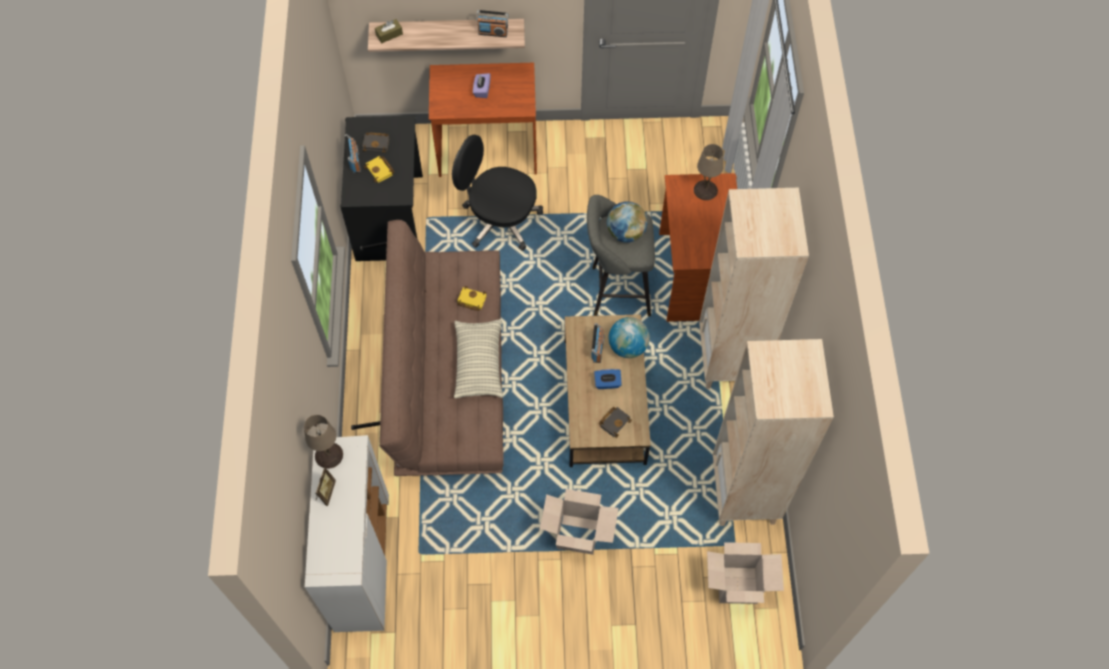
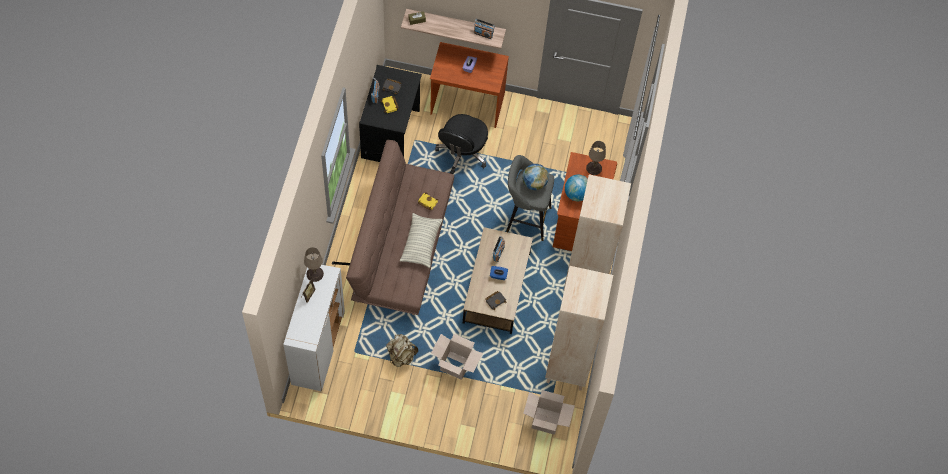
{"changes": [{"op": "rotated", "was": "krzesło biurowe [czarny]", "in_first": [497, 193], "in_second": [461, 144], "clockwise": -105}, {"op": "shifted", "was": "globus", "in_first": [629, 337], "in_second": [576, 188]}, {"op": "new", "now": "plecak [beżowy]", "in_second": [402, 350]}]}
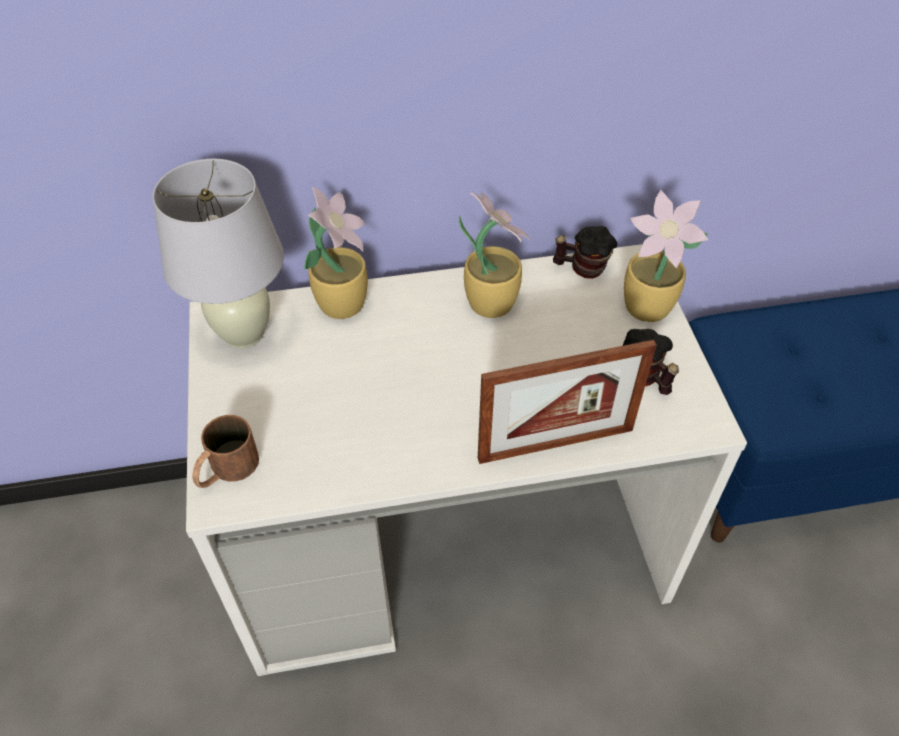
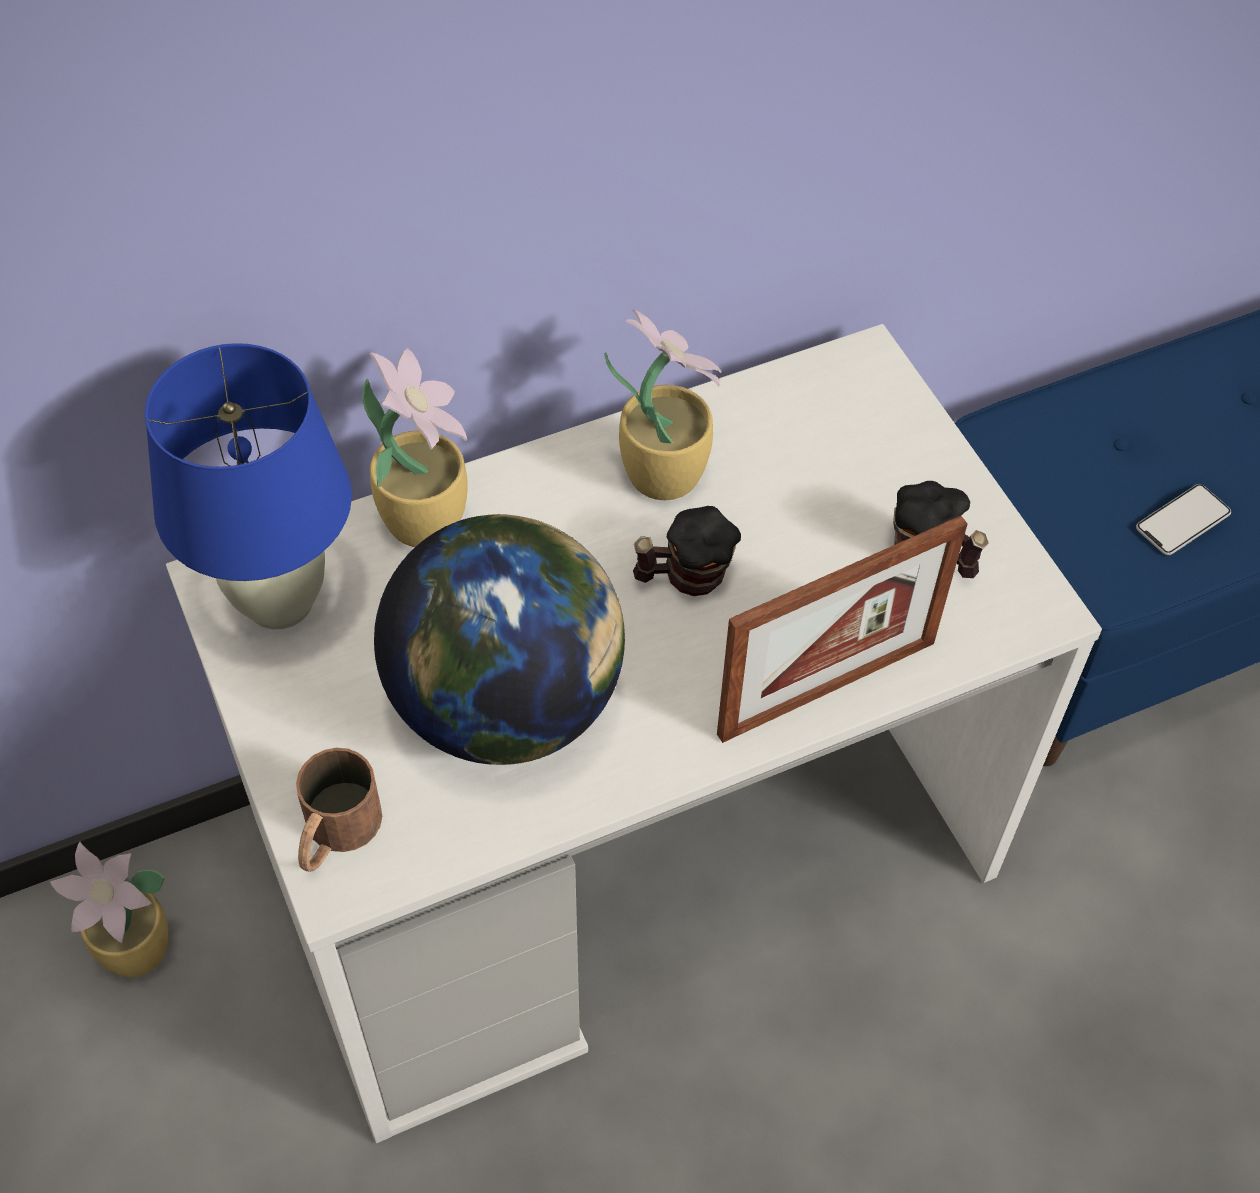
{"changes": [{"op": "repainted", "was": "lampa stołowa [biały]", "now": "lampa stołowa [niebieski]", "in_first": [218, 253], "in_second": [248, 486]}, {"op": "shifted", "was": "kubek", "in_first": [585, 252], "in_second": [687, 551]}, {"op": "shifted", "was": "roślina doniczkowa", "in_first": [666, 256], "in_second": [109, 909]}, {"op": "new", "now": "globus", "in_second": [499, 639]}, {"op": "new", "now": "telefon", "in_second": [1183, 519]}]}
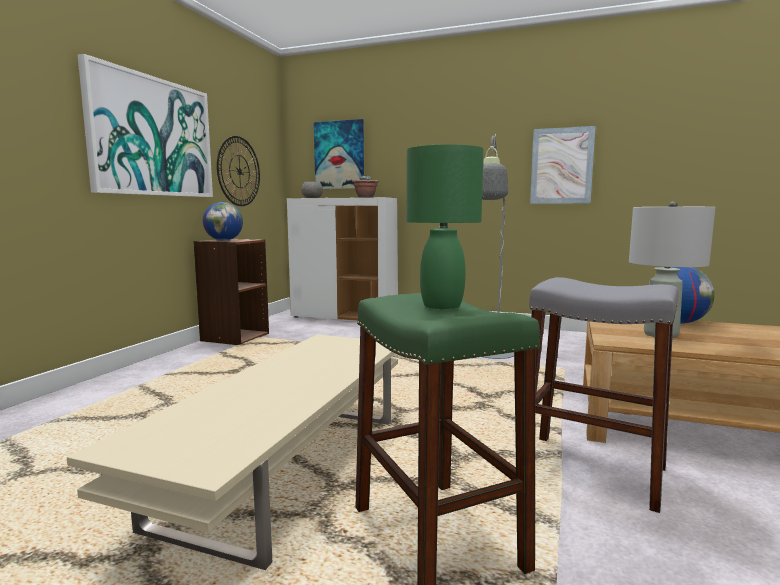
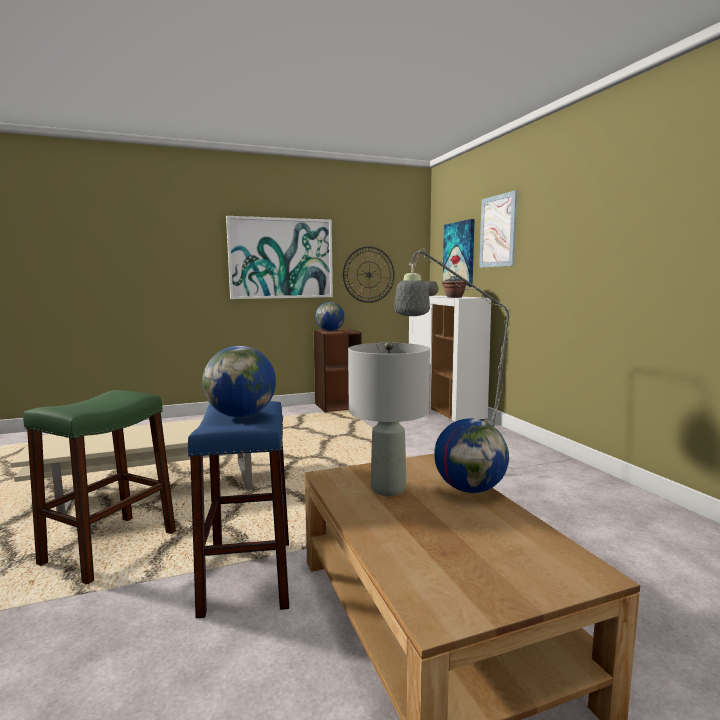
{"changes": [{"op": "gone", "was": "lampa stołowa [zielony]", "in_first": [445, 226]}, {"op": "repainted", "was": "stołek [szary]", "now": "stołek [niebieski]", "in_first": [603, 395], "in_second": [238, 509]}, {"op": "shifted", "was": "obraz", "in_first": [563, 165], "in_second": [498, 229]}, {"op": "new", "now": "globus", "in_second": [239, 381]}]}
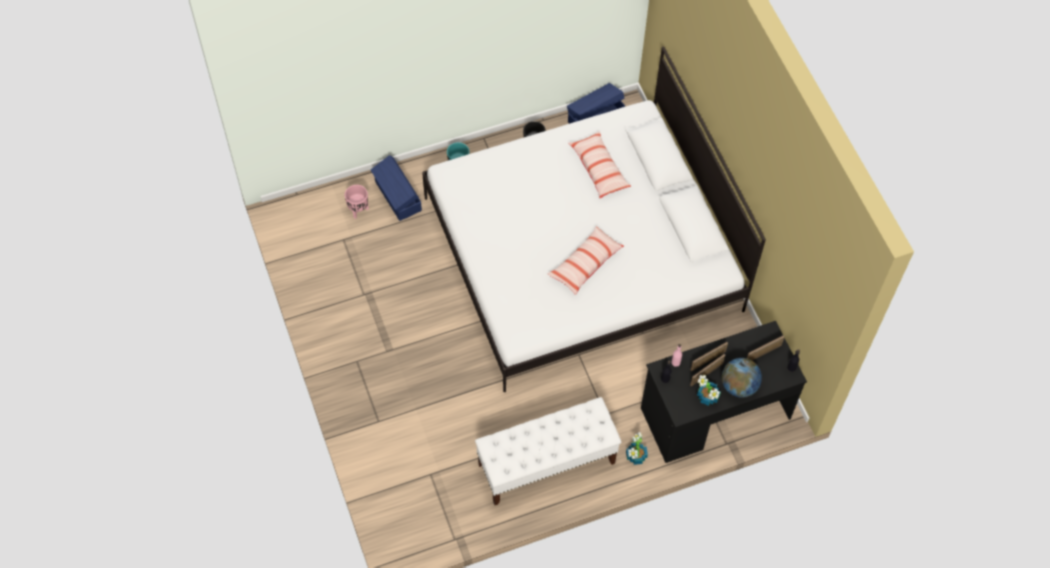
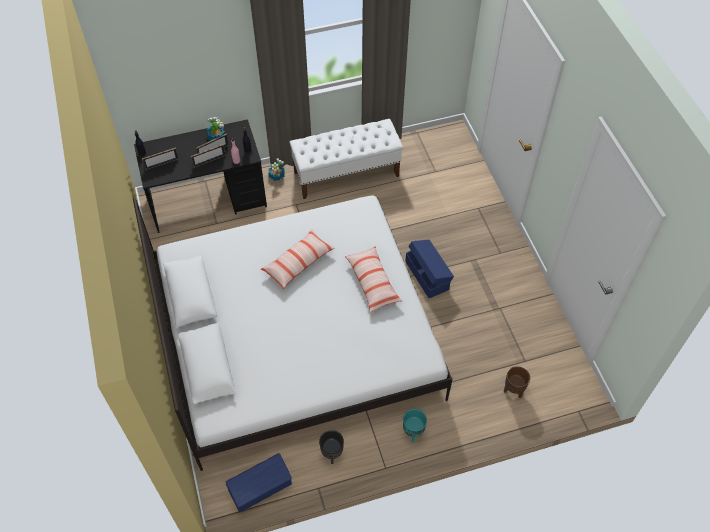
{"changes": [{"op": "repainted", "was": "donica [różowy]", "now": "donica [brązowy]", "in_first": [357, 202], "in_second": [517, 382]}, {"op": "shifted", "was": "pojemnik do przechowywania [niebieski]", "in_first": [396, 188], "in_second": [429, 269]}, {"op": "shifted", "was": "poduszka", "in_first": [599, 164], "in_second": [374, 279]}, {"op": "gone", "was": "globus", "in_first": [742, 378]}]}
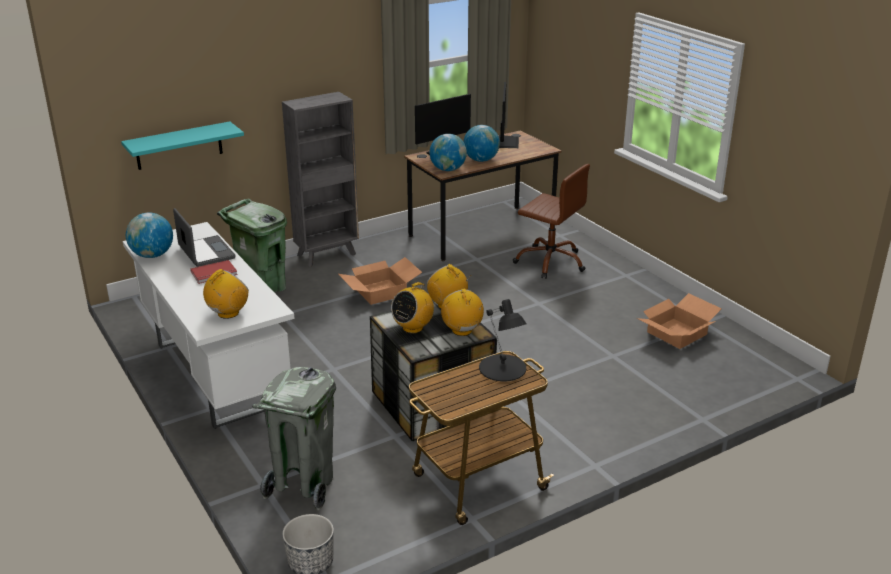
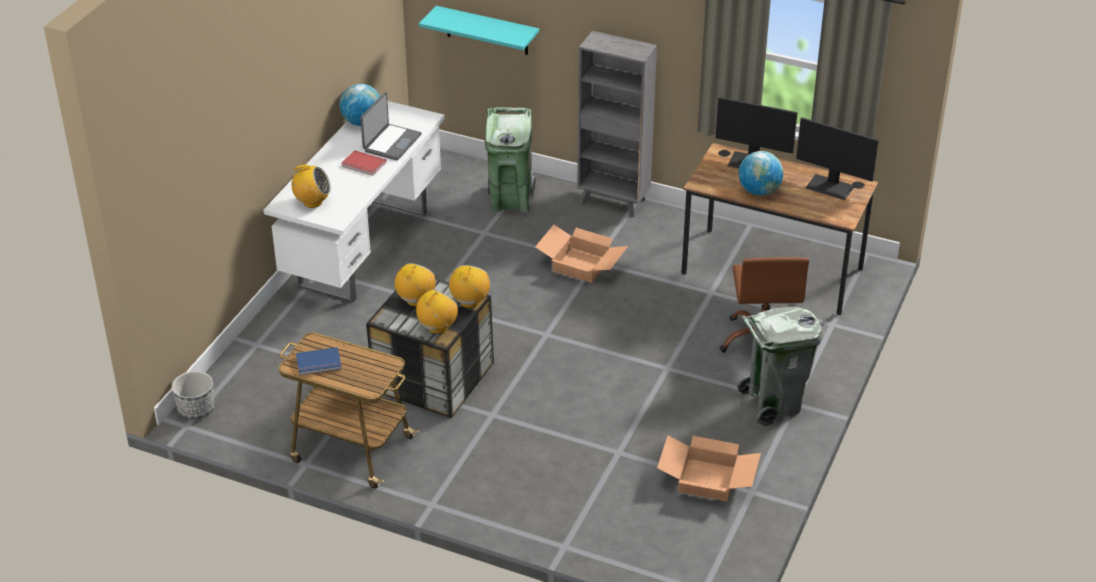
{"changes": [{"op": "shifted", "was": "kosz na śmieci [szary]", "in_first": [294, 438], "in_second": [779, 367]}, {"op": "rotated", "was": "radio", "in_first": [412, 307], "in_second": [415, 284], "clockwise": 105}, {"op": "gone", "was": "globus", "in_first": [448, 152]}, {"op": "gone", "was": "lampa stołowa [czarny]", "in_first": [503, 340]}, {"op": "rotated", "was": "monitor", "in_first": [509, 115], "in_second": [837, 158], "clockwise": 60}, {"op": "new", "now": "książka [niebieski]", "in_second": [319, 361]}]}
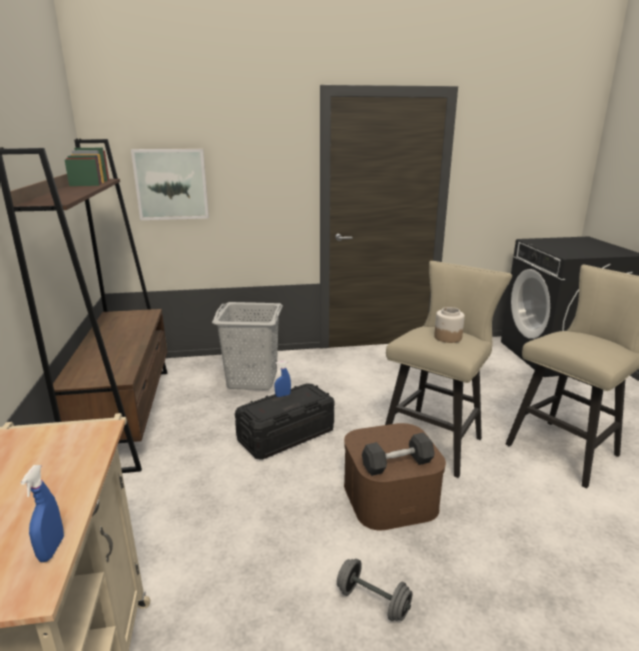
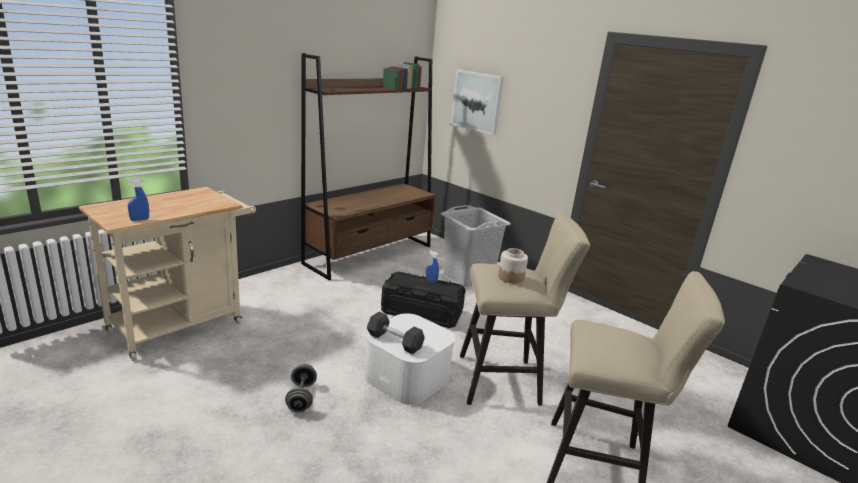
{"changes": [{"op": "repainted", "was": "pojemnik do przechowywania [brązowy]", "now": "pojemnik do przechowywania [biały]", "in_first": [395, 476], "in_second": [410, 359]}]}
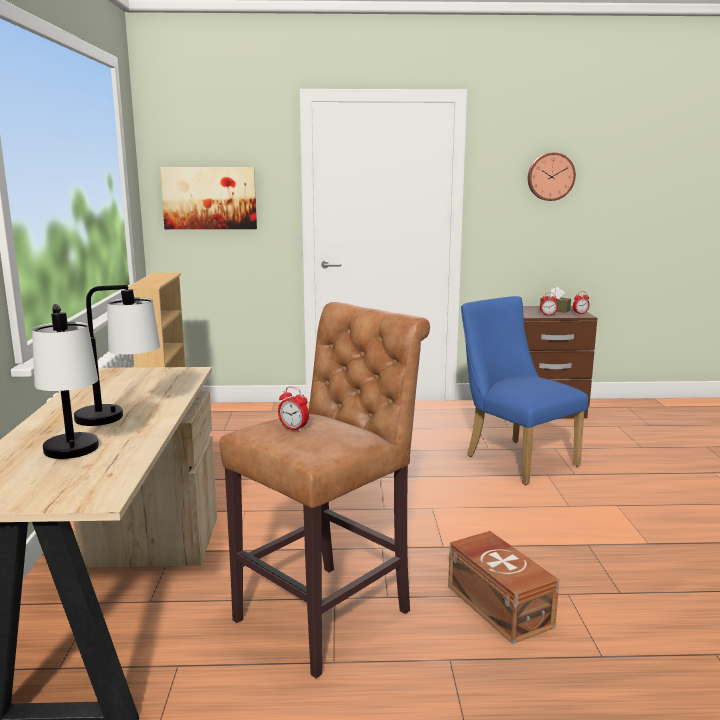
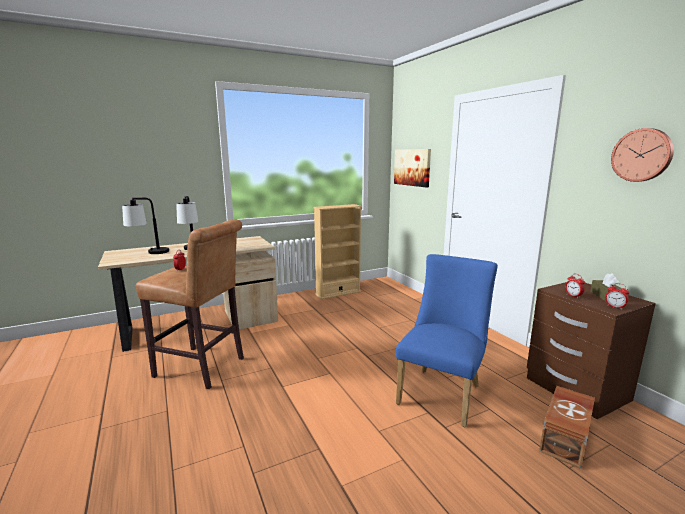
{"changes": [{"op": "shifted", "was": "pojemnik do przechowywania [brązowy]", "in_first": [503, 587], "in_second": [567, 427]}]}
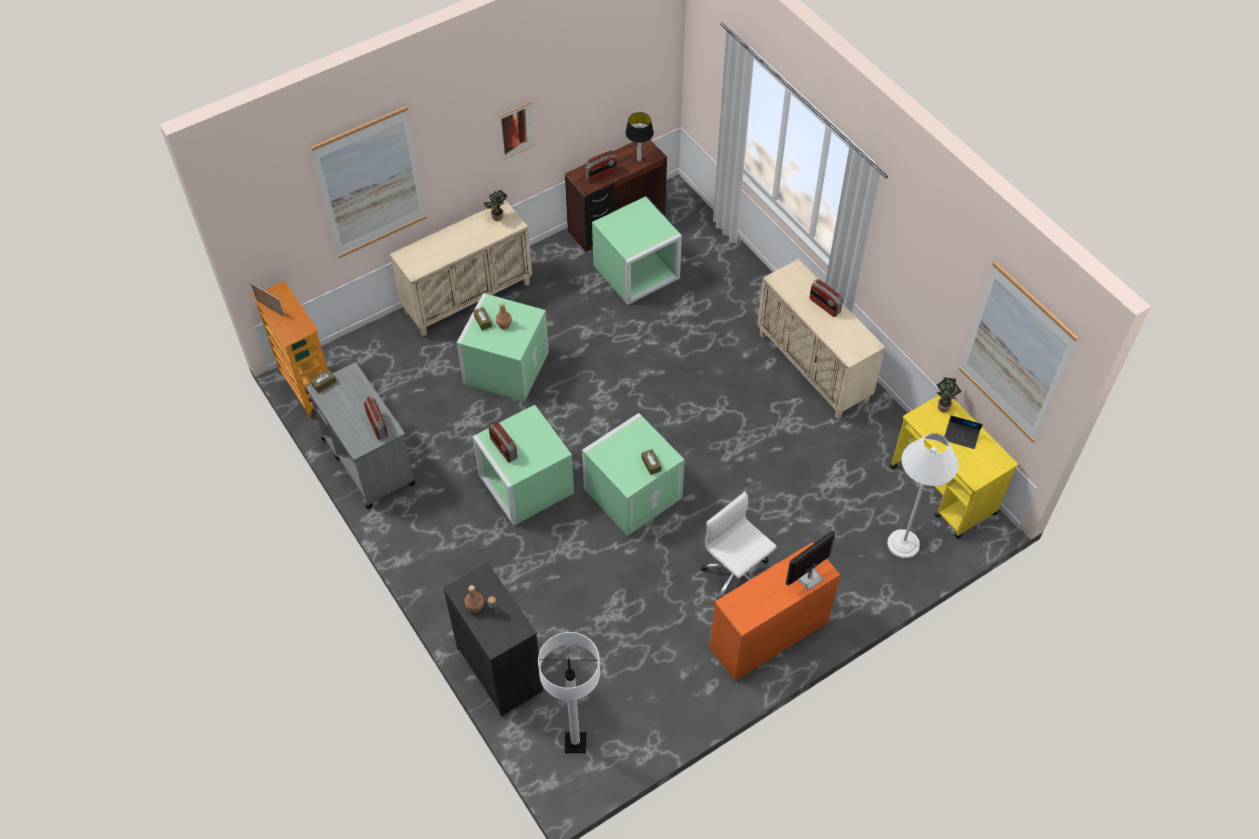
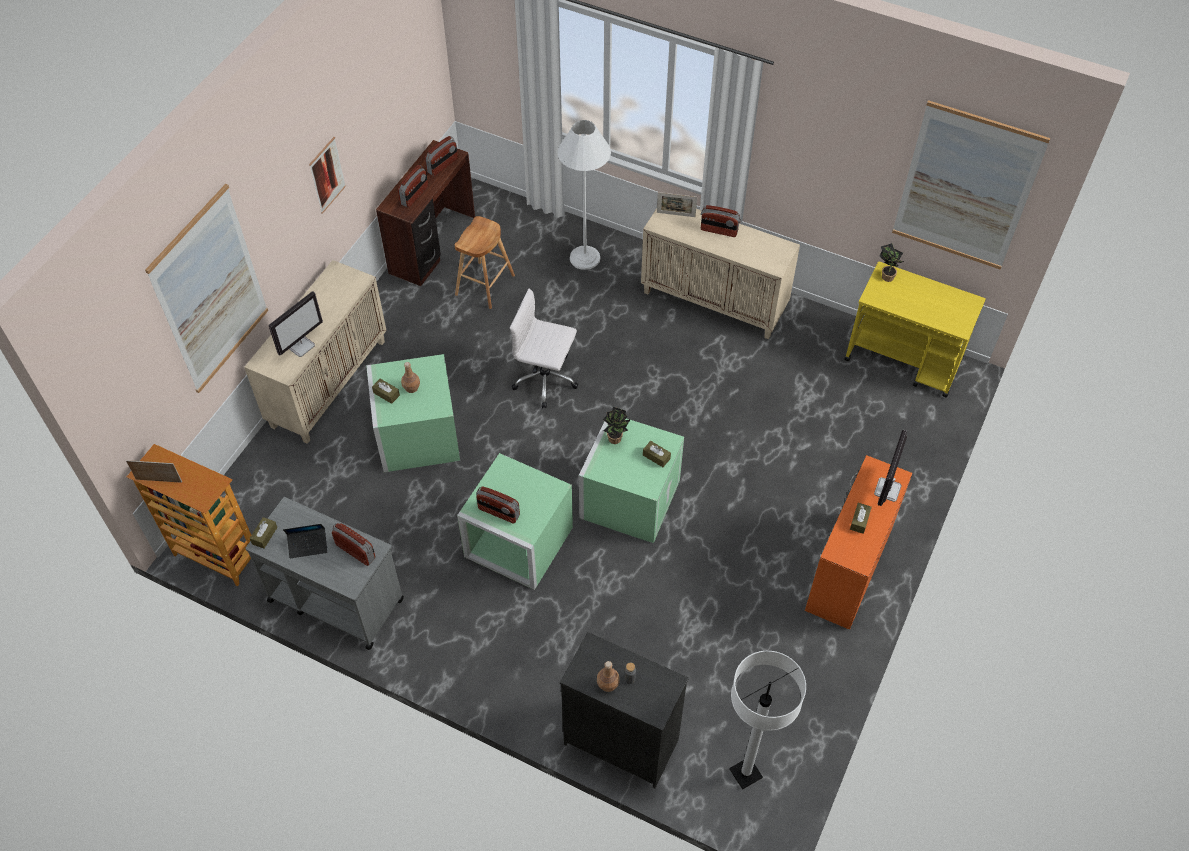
{"changes": [{"op": "shifted", "was": "roślina doniczkowa", "in_first": [495, 205], "in_second": [616, 425]}, {"op": "swapped", "was": "pojemnik do przechowywania [zielony]", "now": "stołek [brązowy]", "in_first": [637, 250], "in_second": [485, 262]}, {"op": "swapped", "was": "lampa stołowa", "now": "radio", "in_first": [639, 136], "in_second": [441, 156]}, {"op": "shifted", "was": "krzesło biurowe [biały]", "in_first": [738, 546], "in_second": [544, 348]}, {"op": "shifted", "was": "lampa stojąca [biały]", "in_first": [922, 495], "in_second": [584, 195]}, {"op": "shifted", "was": "laptop", "in_first": [964, 432], "in_second": [305, 541]}, {"op": "new", "now": "monitor", "in_second": [296, 324]}, {"op": "new", "now": "ramka na zdjęcie", "in_second": [677, 204]}, {"op": "new", "now": "pudełko chusteczek [brązowy]", "in_second": [861, 518]}]}
